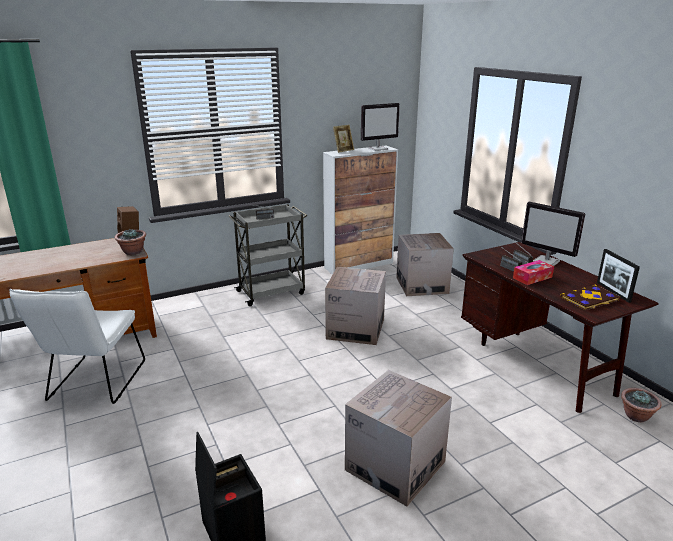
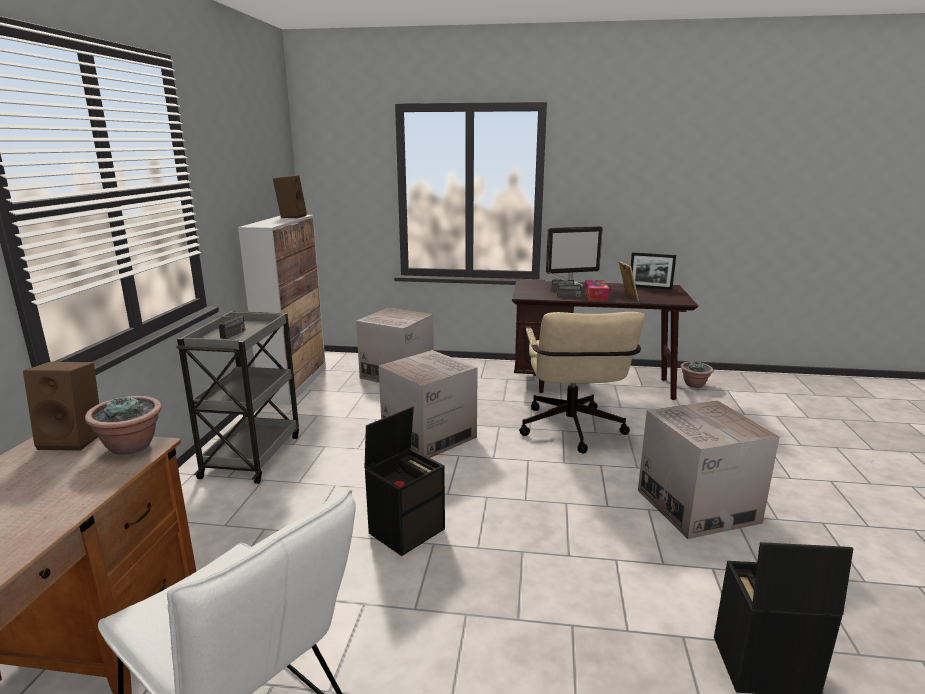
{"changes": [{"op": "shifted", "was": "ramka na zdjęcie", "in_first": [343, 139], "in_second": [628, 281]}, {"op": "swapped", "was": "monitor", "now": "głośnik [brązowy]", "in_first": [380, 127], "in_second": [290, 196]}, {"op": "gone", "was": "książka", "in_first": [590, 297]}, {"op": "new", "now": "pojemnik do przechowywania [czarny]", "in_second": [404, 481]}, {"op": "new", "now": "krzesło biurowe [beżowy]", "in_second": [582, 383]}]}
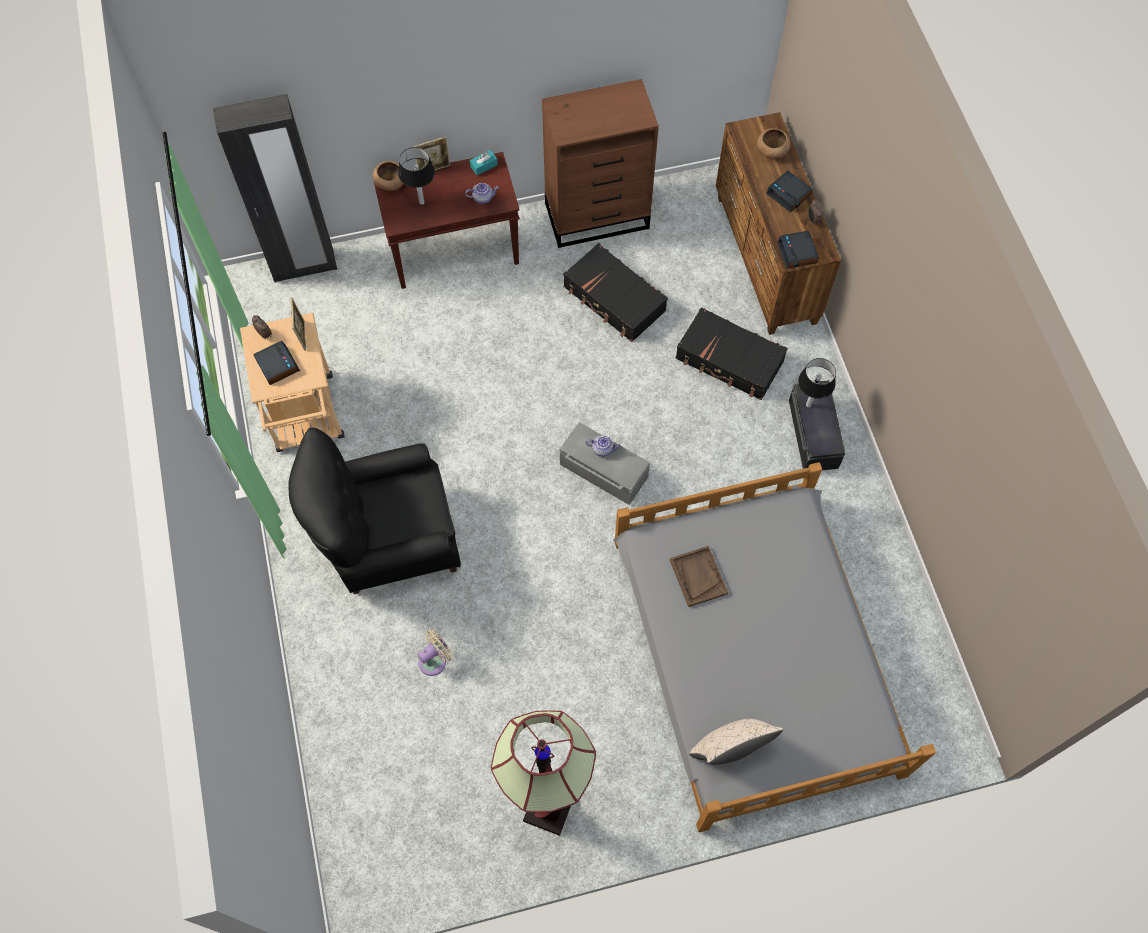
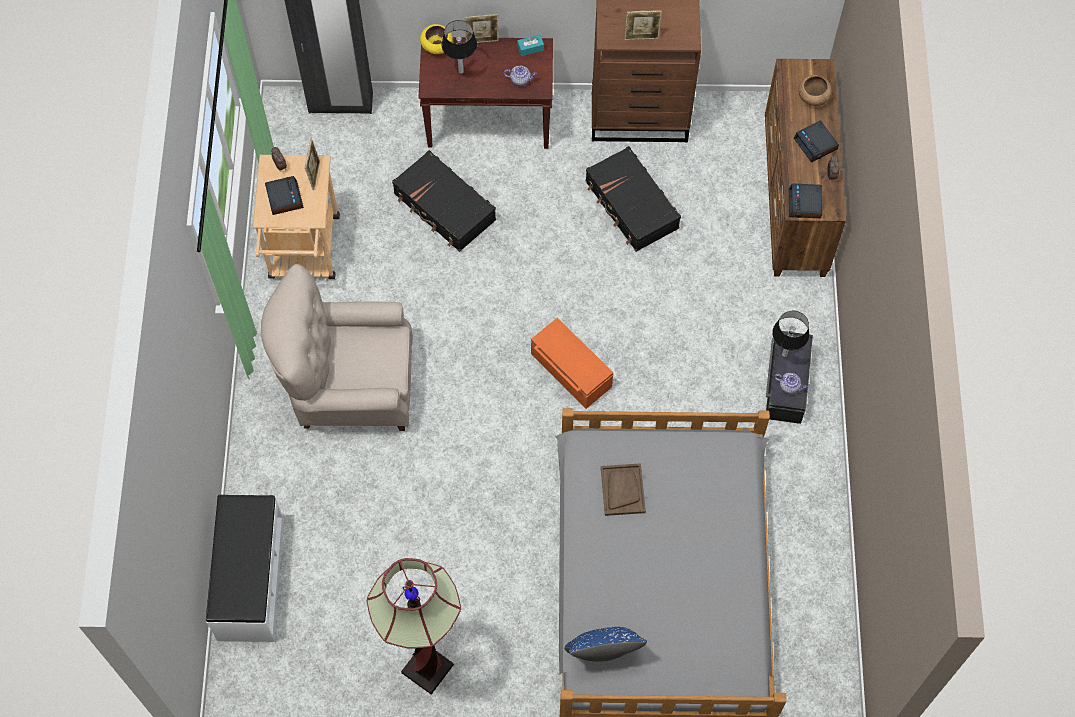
{"changes": [{"op": "repainted", "was": "fotel [czarny]", "now": "fotel [beżowy]", "in_first": [374, 511], "in_second": [337, 347]}, {"op": "repainted", "was": "miska [brązowy]", "now": "miska [żółty]", "in_first": [387, 176], "in_second": [436, 39]}, {"op": "gone", "was": "wentylator [beżowy]", "in_first": [435, 652]}, {"op": "repainted", "was": "pojemnik do przechowywania [szary]", "now": "pojemnik do przechowywania [pomarańczowy]", "in_first": [605, 463], "in_second": [572, 363]}, {"op": "shifted", "was": "imbryk", "in_first": [602, 446], "in_second": [791, 383]}, {"op": "shifted", "was": "walizka [czarny]", "in_first": [731, 353], "in_second": [444, 201]}, {"op": "repainted", "was": "poduszka [beżowy]", "now": "poduszka [niebieski]", "in_first": [736, 742], "in_second": [605, 644]}, {"op": "new", "now": "ławka [biały]", "in_second": [245, 568]}, {"op": "new", "now": "ramka na zdjęcie", "in_second": [643, 25]}]}
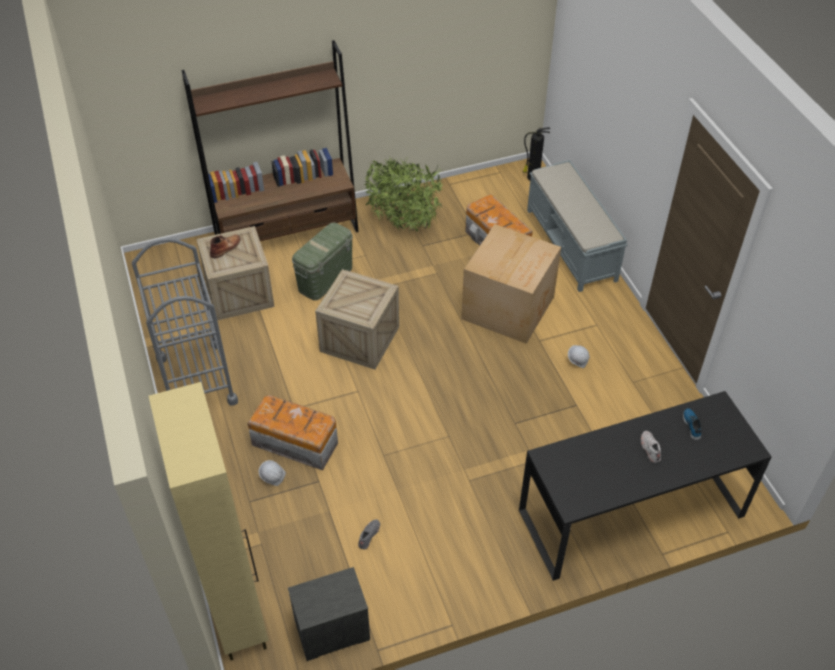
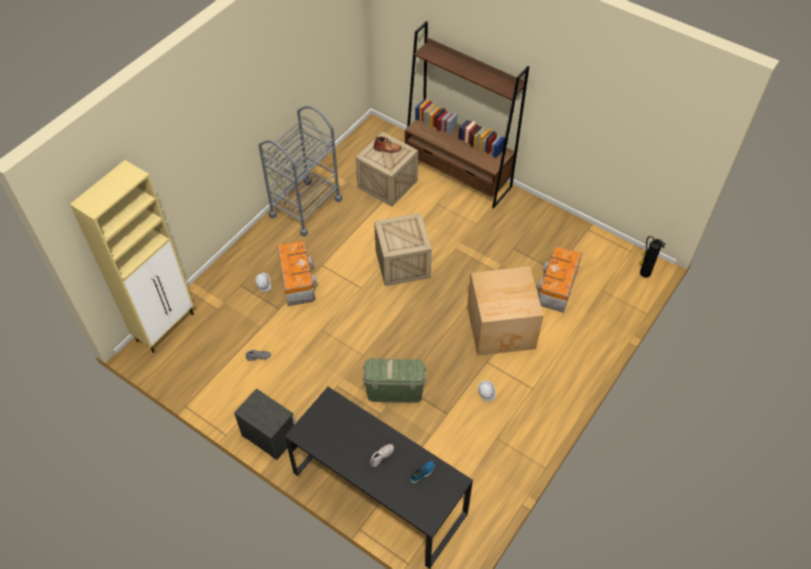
{"changes": [{"op": "shifted", "was": "szafka nocna", "in_first": [329, 614], "in_second": [264, 424]}, {"op": "shifted", "was": "pojemnik do przechowywania [zielony]", "in_first": [322, 262], "in_second": [394, 380]}, {"op": "gone", "was": "roślina doniczkowa", "in_first": [403, 194]}, {"op": "gone", "was": "ławka [szary]", "in_first": [577, 226]}]}
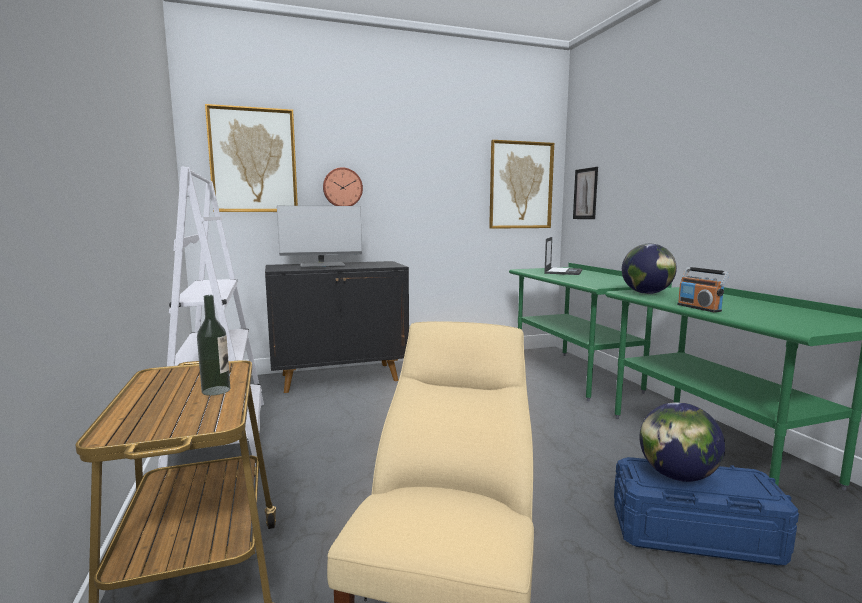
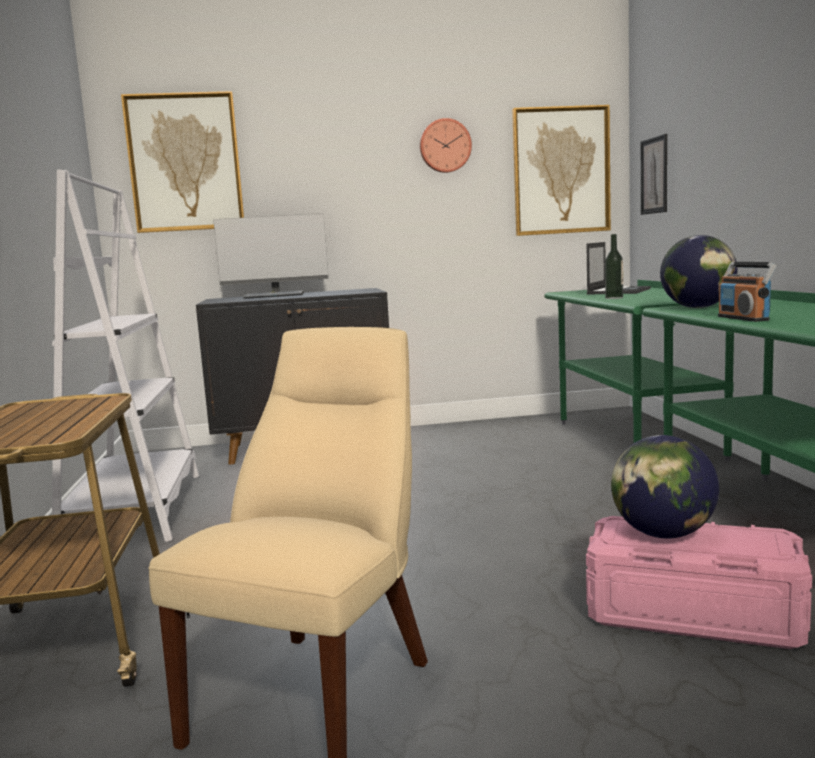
{"changes": [{"op": "shifted", "was": "butelka", "in_first": [213, 345], "in_second": [614, 266]}, {"op": "shifted", "was": "zegar ścienny", "in_first": [343, 186], "in_second": [446, 145]}, {"op": "repainted", "was": "pojemnik do przechowywania [niebieski]", "now": "pojemnik do przechowywania [różowy]", "in_first": [706, 511], "in_second": [699, 582]}]}
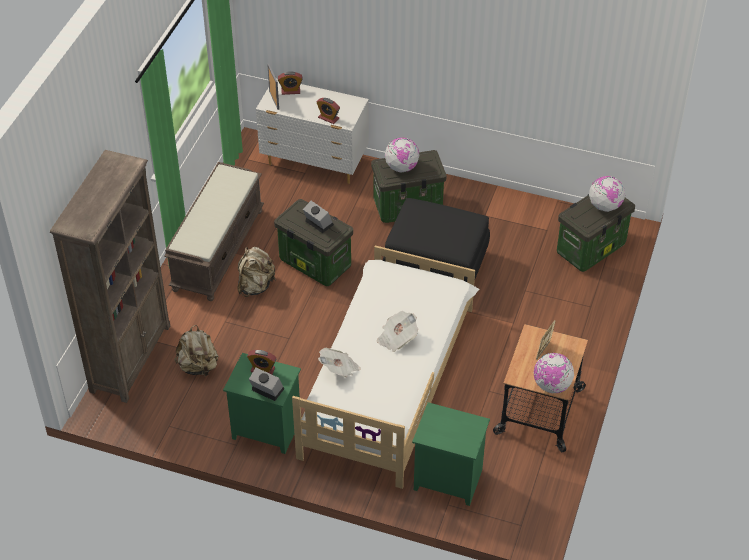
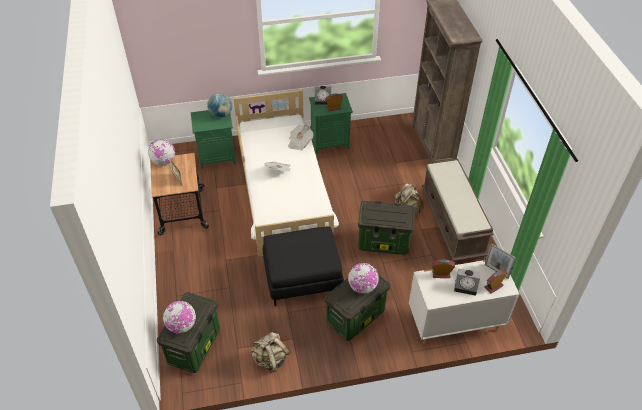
{"changes": [{"op": "shifted", "was": "plecak [beżowy]", "in_first": [196, 350], "in_second": [270, 352]}, {"op": "shifted", "was": "budzik", "in_first": [318, 217], "in_second": [467, 282]}, {"op": "new", "now": "globus", "in_second": [219, 105]}]}
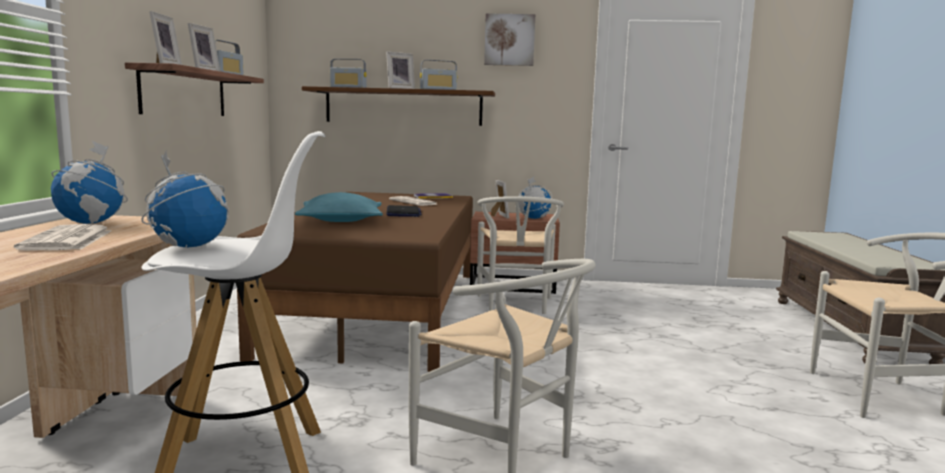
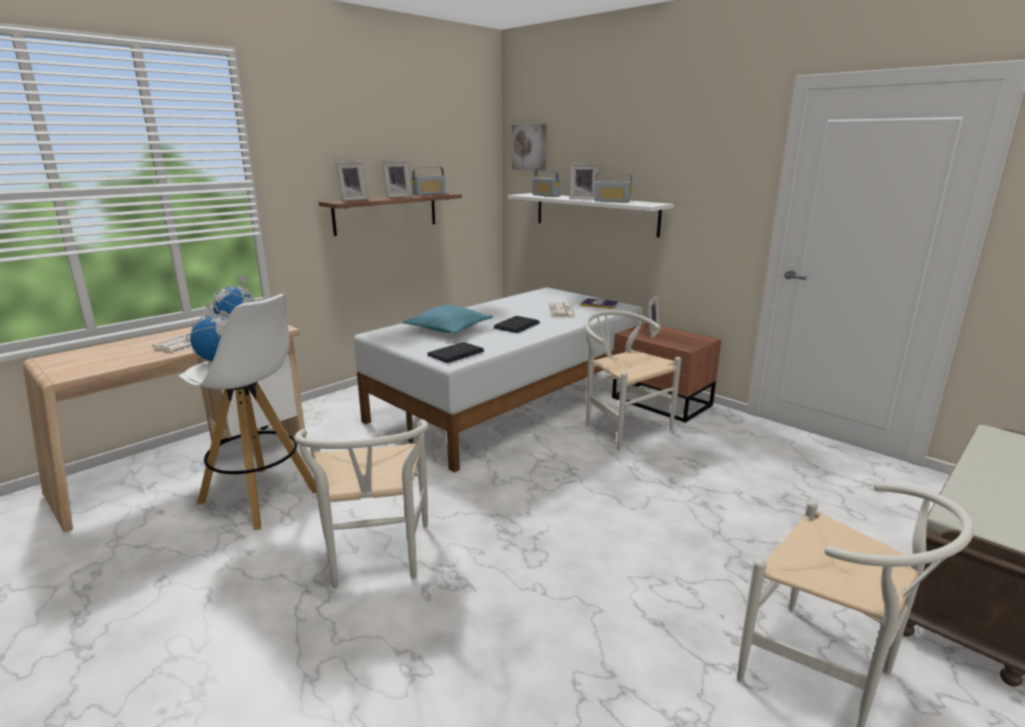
{"changes": [{"op": "repainted", "was": "łóżko [brązowy]", "now": "łóżko [biały]", "in_first": [355, 282], "in_second": [498, 380]}, {"op": "repainted", "was": "półka [brązowy]", "now": "półka [biały]", "in_first": [398, 106], "in_second": [591, 215]}, {"op": "rotated", "was": "krzesło [biały]", "in_first": [520, 255], "in_second": [633, 380], "clockwise": 105}, {"op": "shifted", "was": "obraz", "in_first": [509, 39], "in_second": [529, 147]}, {"op": "gone", "was": "globus", "in_first": [535, 197]}, {"op": "new", "now": "laptop", "in_second": [455, 352]}]}
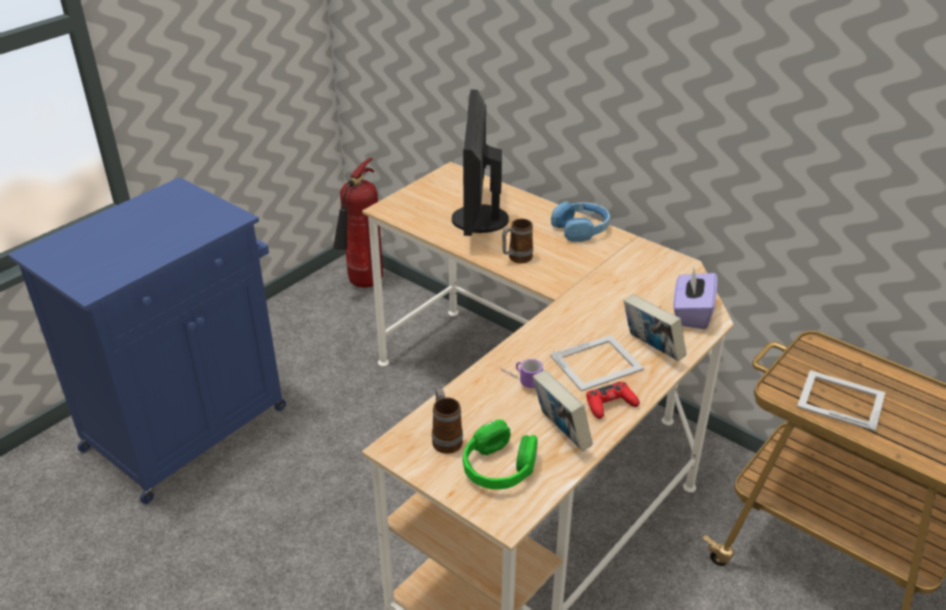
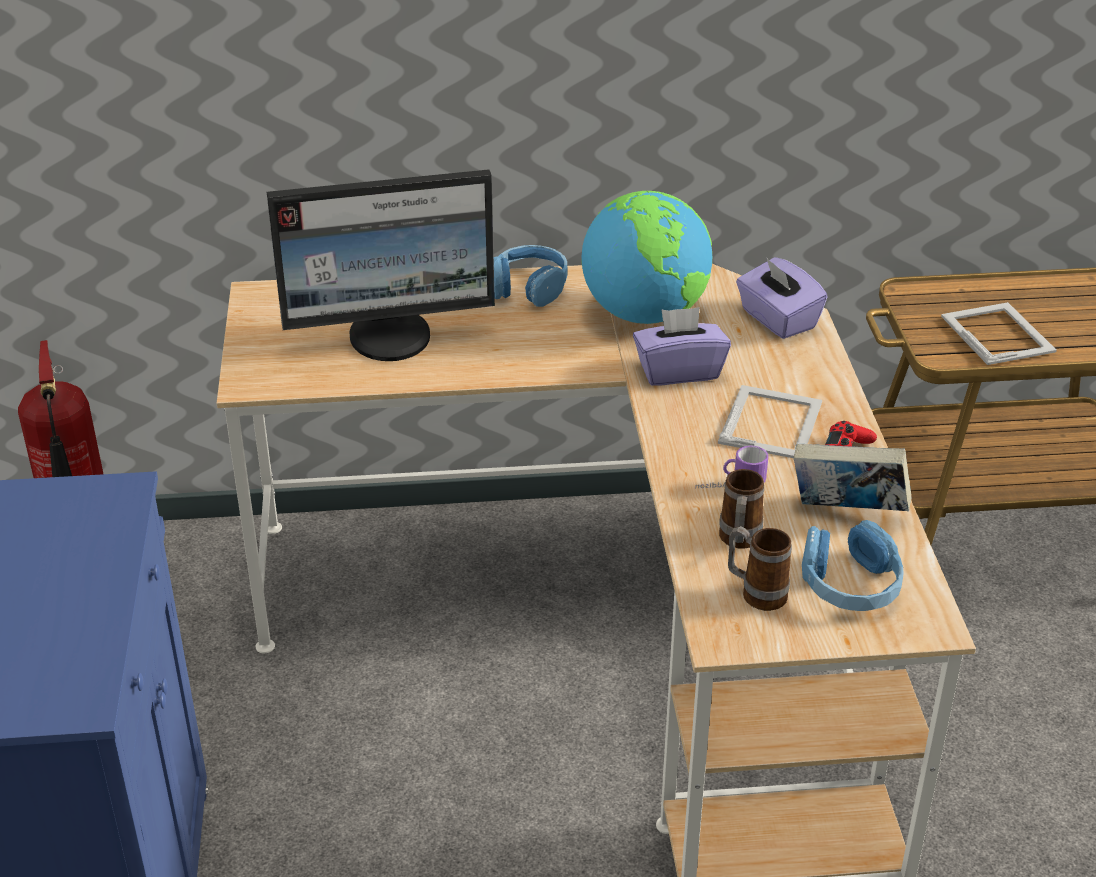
{"changes": [{"op": "rotated", "was": "monitor", "in_first": [480, 163], "in_second": [381, 265], "clockwise": -60}, {"op": "repainted", "was": "słuchawki [zielony]", "now": "słuchawki [niebieski]", "in_first": [500, 454], "in_second": [853, 565]}, {"op": "shifted", "was": "kubek", "in_first": [517, 241], "in_second": [741, 509]}, {"op": "gone", "was": "książka", "in_first": [655, 327]}, {"op": "rotated", "was": "ramka na zdjęcie", "in_first": [841, 401], "in_second": [999, 333], "clockwise": 90}, {"op": "new", "now": "globus", "in_second": [646, 257]}, {"op": "new", "now": "pudełko chusteczek [fioletowy]", "in_second": [682, 346]}]}
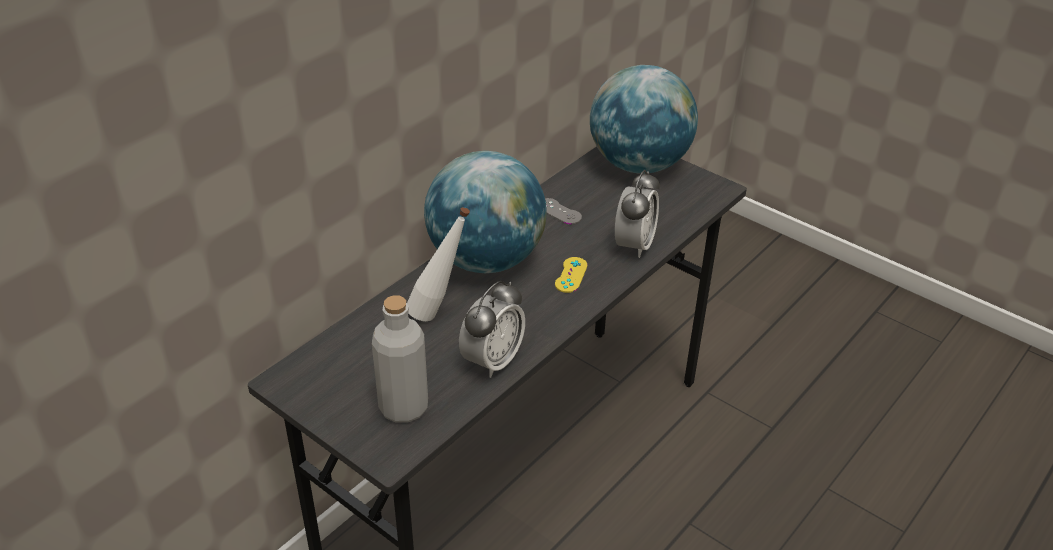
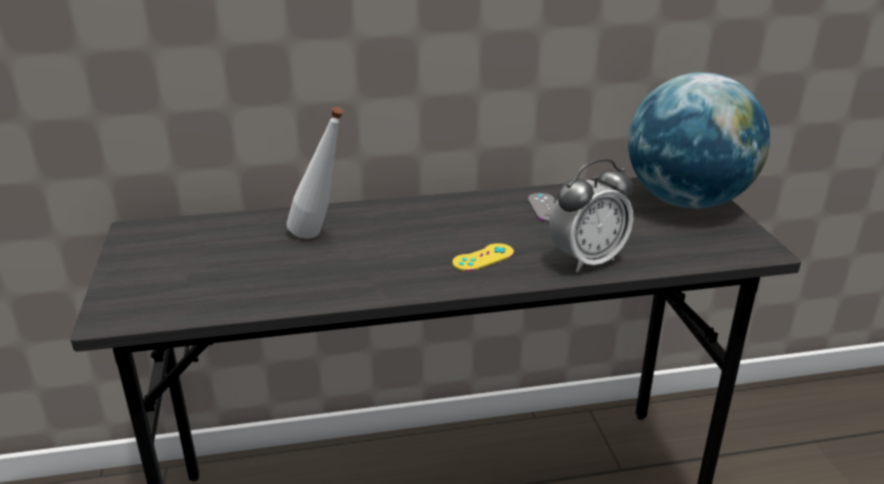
{"changes": [{"op": "gone", "was": "butelka [szary]", "in_first": [400, 359]}, {"op": "gone", "was": "globus", "in_first": [485, 212]}, {"op": "gone", "was": "budzik", "in_first": [492, 329]}]}
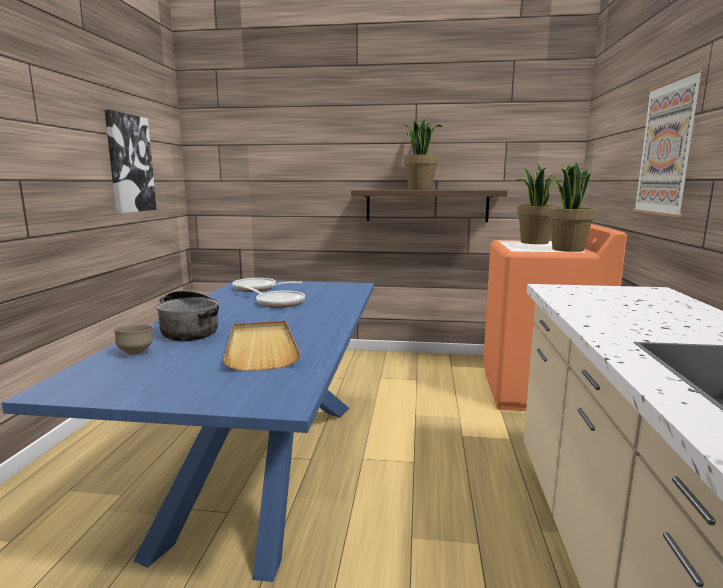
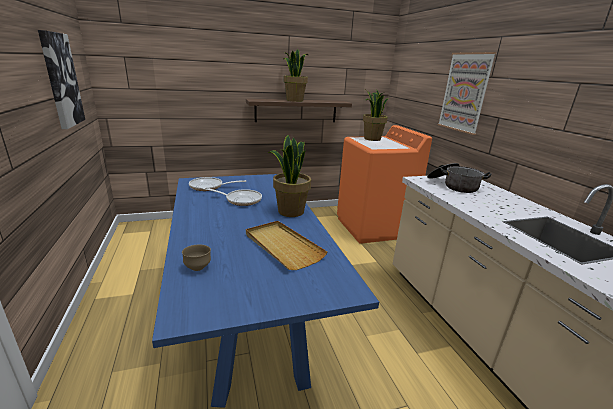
{"changes": [{"op": "shifted", "was": "garnek", "in_first": [187, 315], "in_second": [459, 178]}, {"op": "shifted", "was": "roślina doniczkowa", "in_first": [570, 207], "in_second": [289, 176]}]}
